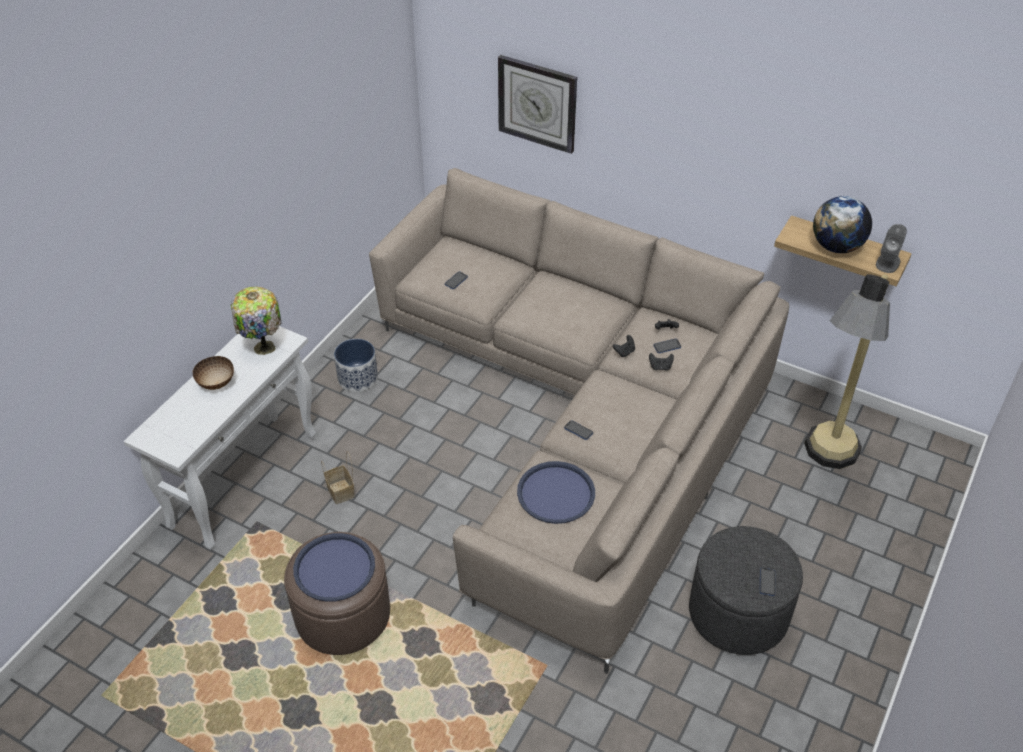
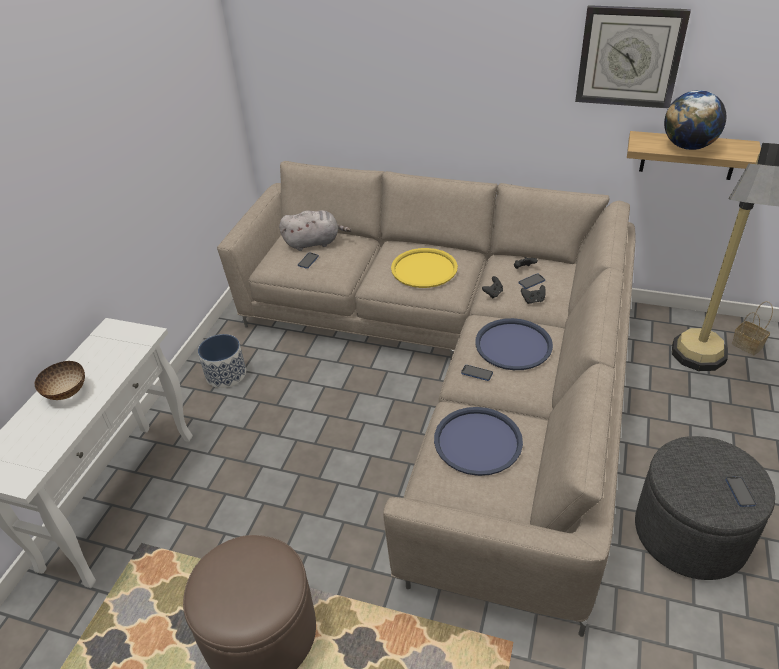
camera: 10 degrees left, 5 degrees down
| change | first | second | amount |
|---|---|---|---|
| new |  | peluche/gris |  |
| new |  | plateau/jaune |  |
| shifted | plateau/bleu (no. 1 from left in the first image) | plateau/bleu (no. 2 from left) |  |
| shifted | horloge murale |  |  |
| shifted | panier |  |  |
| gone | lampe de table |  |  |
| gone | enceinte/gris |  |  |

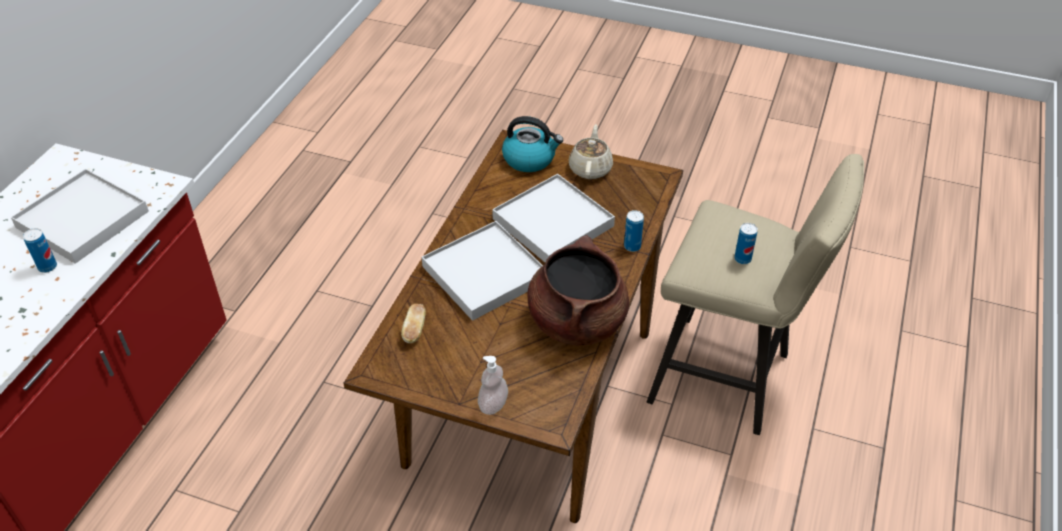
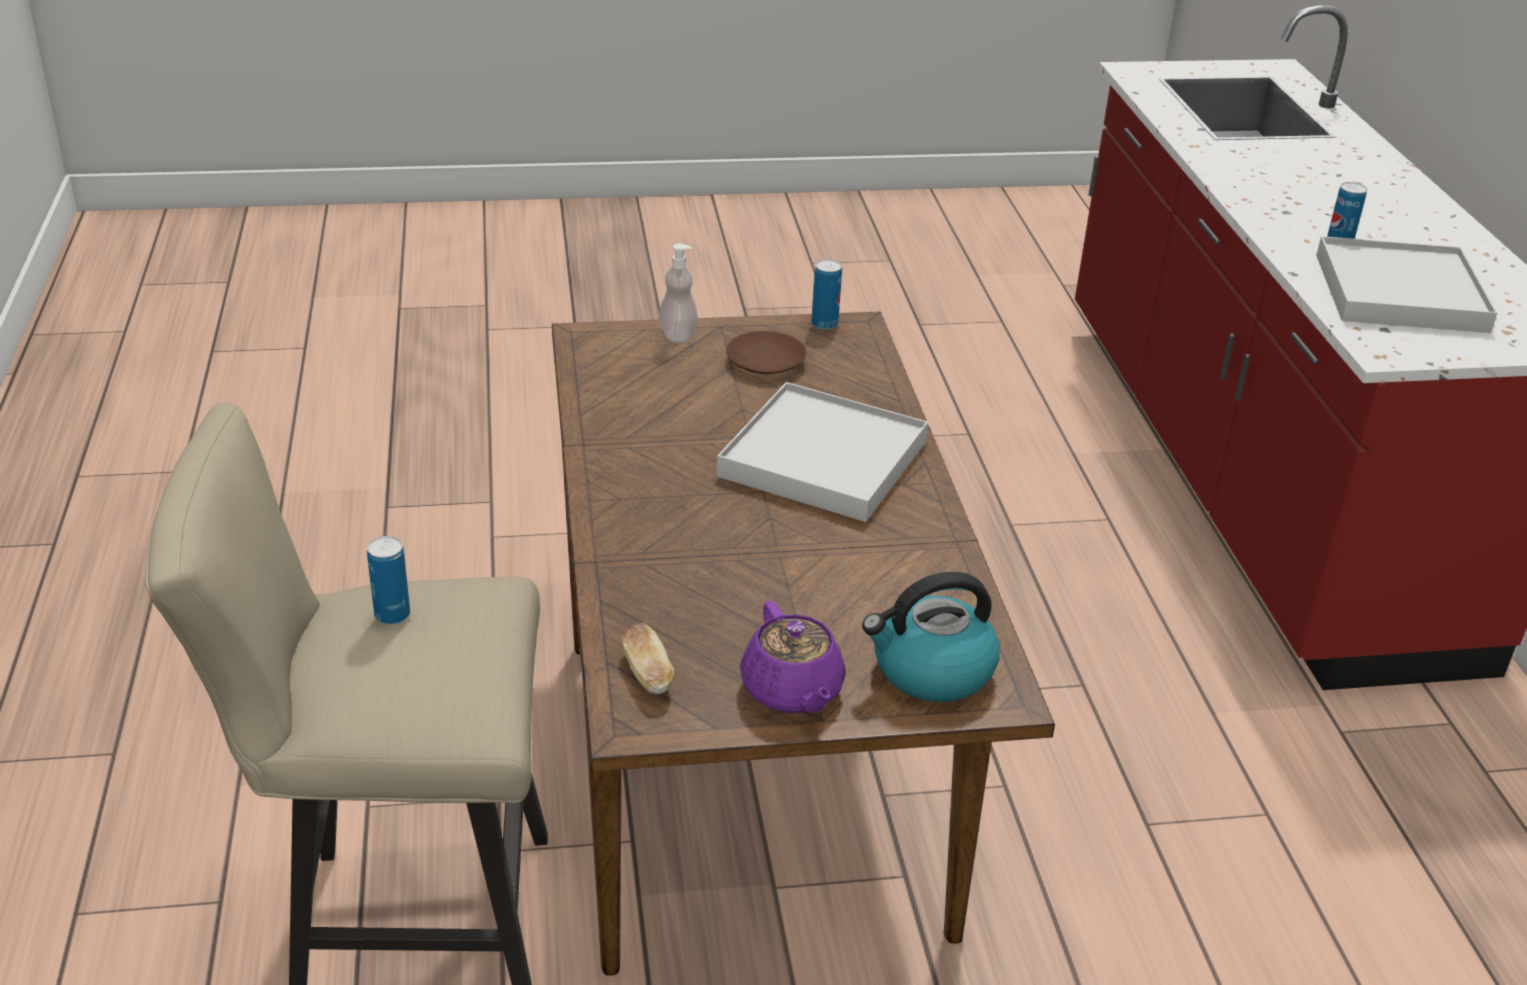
camera: 150 degrees right, 10 degrees down
| change | first | second | amount |
|---|---|---|---|
| shifted | pain |  |  |
| new |  | assiette/marron |  |
| repainted | théière/beige | théière/violet |  |
| shifted | boîte métallique (no. 2 from left) |  |  |
| gone | plateau/blanc (no. 3 from left) |  |  |
| gone | marmite/marron |  |  |

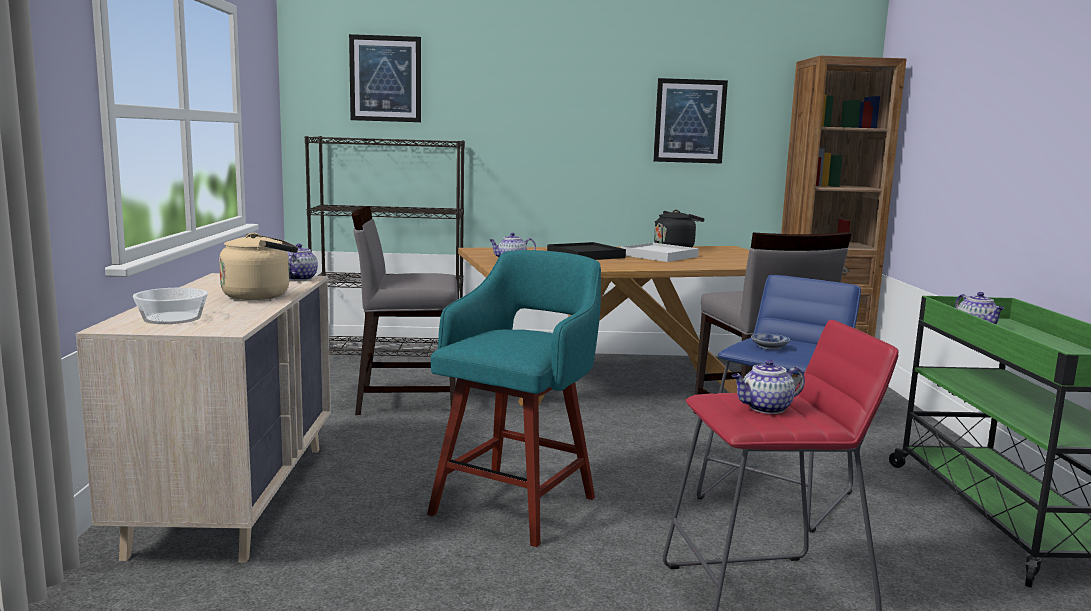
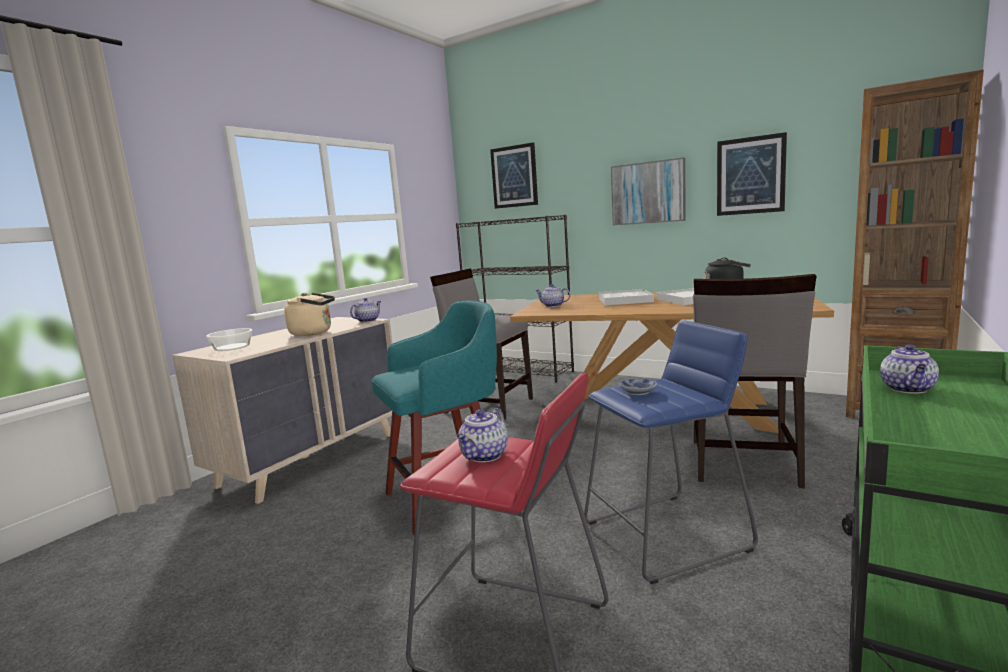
camera: 35 degrees right, 0 degrees up
| change | first | second | amount |
|---|---|---|---|
| rotated | théière (no. 3 from left in the first image) | théière (no. 2 from left) | 75 degrees counterclockwise |
| repainted | plateau/noir | plateau/blanc (no. 1 from left) |  |
| new |  | tableau (no. 2 from left) |  |

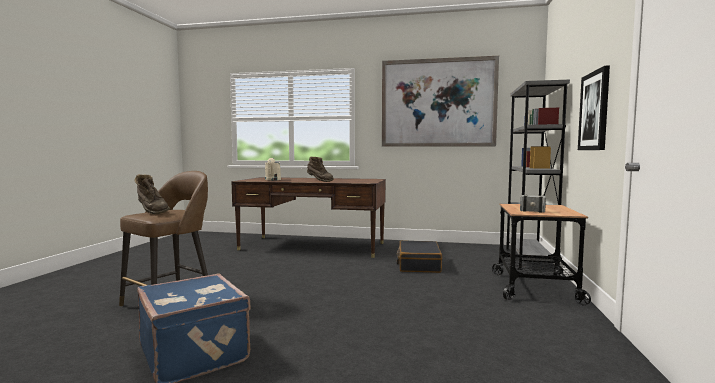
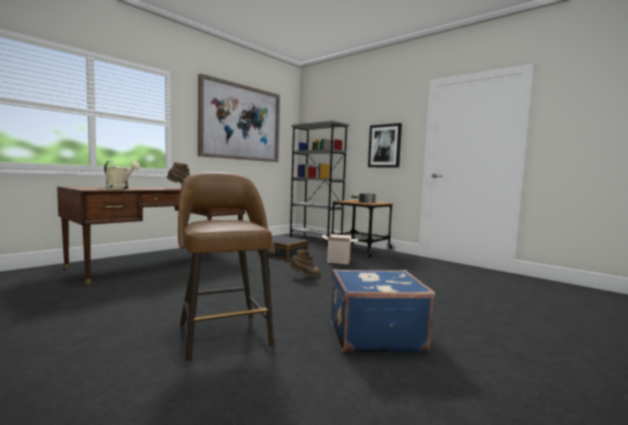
camera: 60 degrees left, 0 degrees up
| change | first | second | amount |
|---|---|---|---|
| shifted | botte/marron (no. 1 from left in the first image) | botte/marron (no. 2 from left) |  |
| new |  | carton |  |

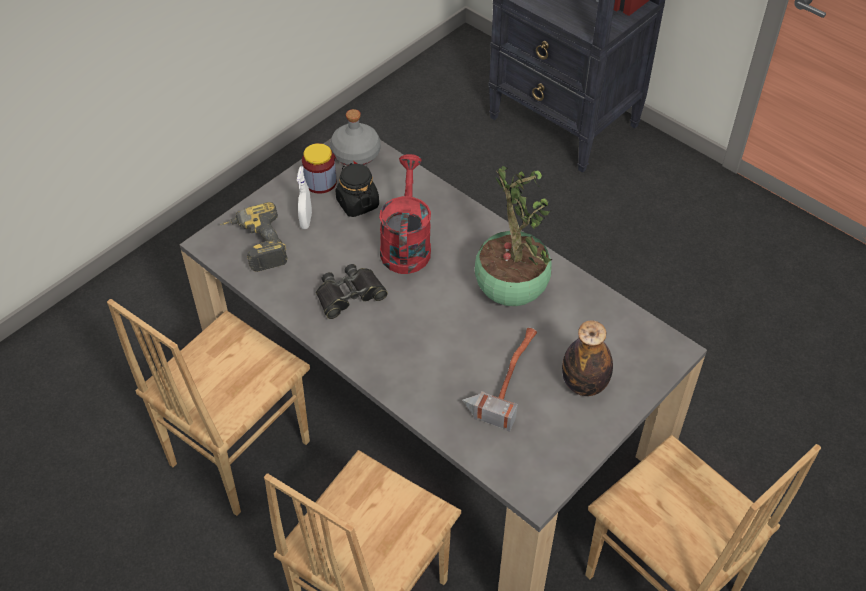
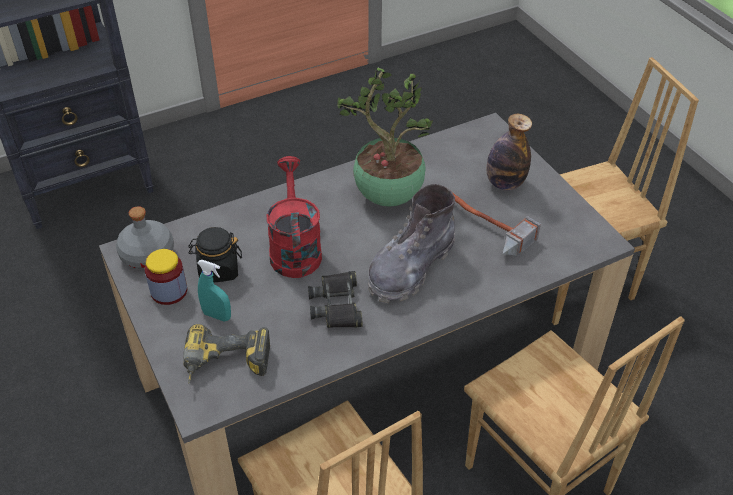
camera: 70 degrees left, 5 degrees down
| change | first | second | amount |
|---|---|---|---|
| repainted | vaporisateur/blanc | vaporisateur/turquoise |  |
| rotated | arrosoir/rouge |  | 60 degrees clockwise |
| new |  | botte/gris |  |

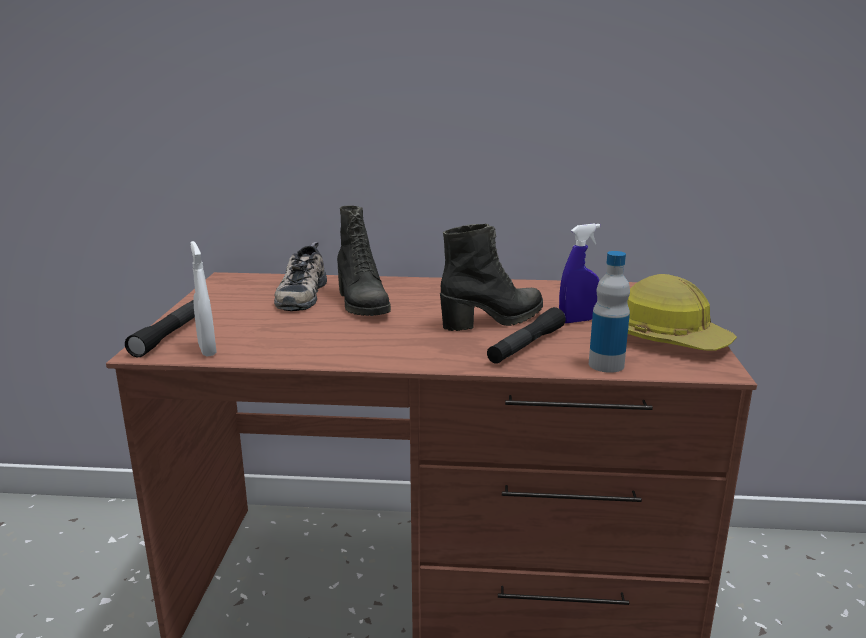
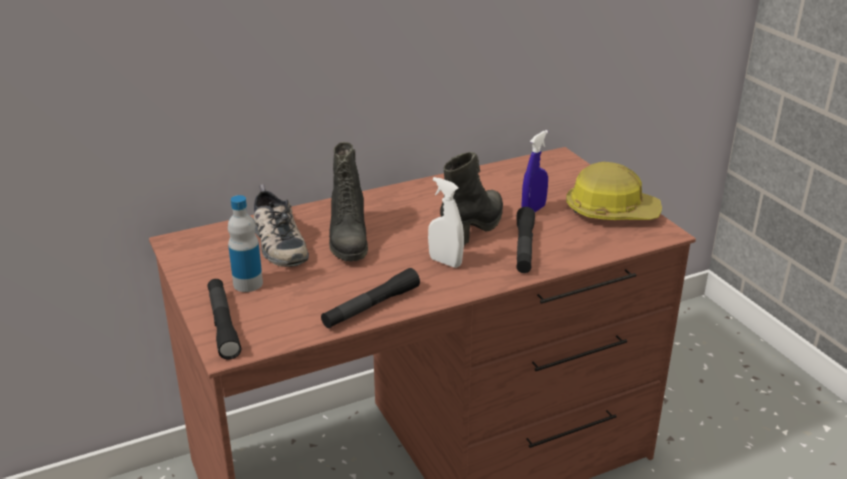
camera: 30 degrees left, 10 degrees up
| change | first | second | amount |
|---|---|---|---|
| shifted | bouteille |  |  |
| new |  | lampe de poche/noir (no. 2 from left) |  |
| rotated | botte/noir (no. 1 from left) |  | 45 degrees clockwise |
| shifted | vaporisateur/blanc |  |  |

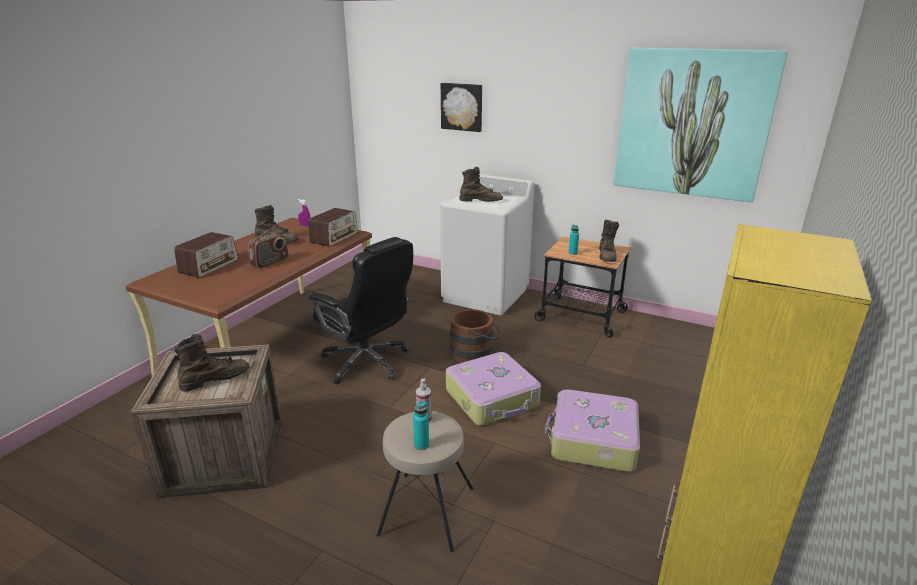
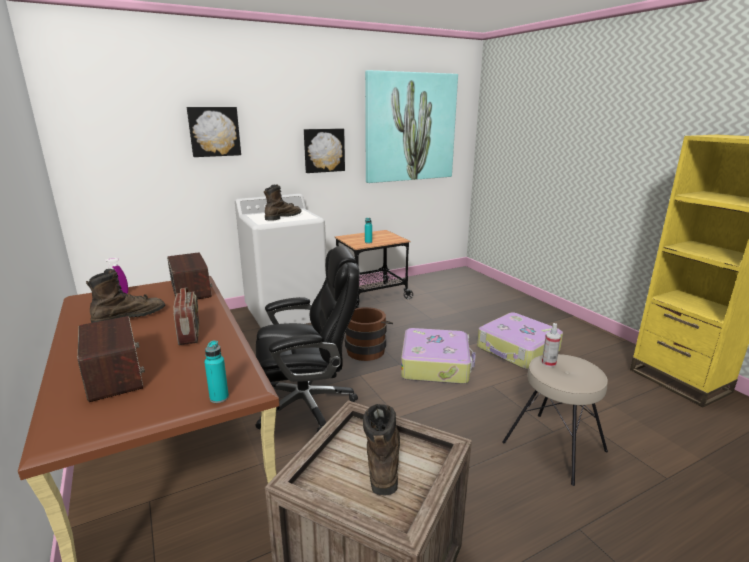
camera: 55 degrees left, 5 degrees down
| change | first | second | amount |
|---|---|---|---|
| shifted | bouteille/turquoise (no. 1 from left) |  |  |
| new |  | tableau (no. 2 from left) |  |
| gone | botte/marron (no. 4 from left) |  |  |

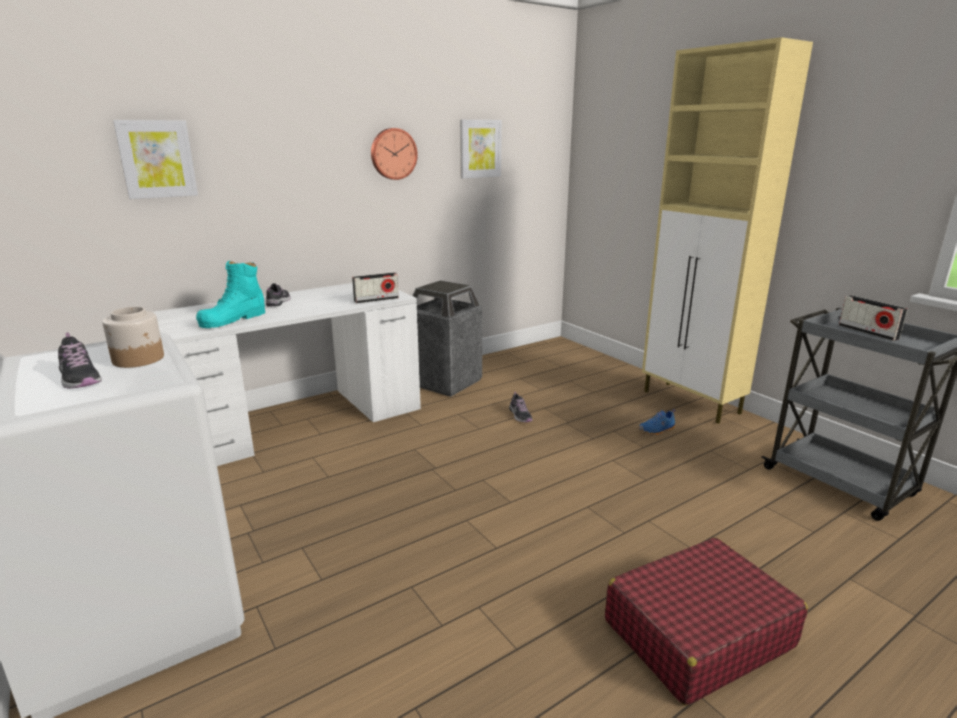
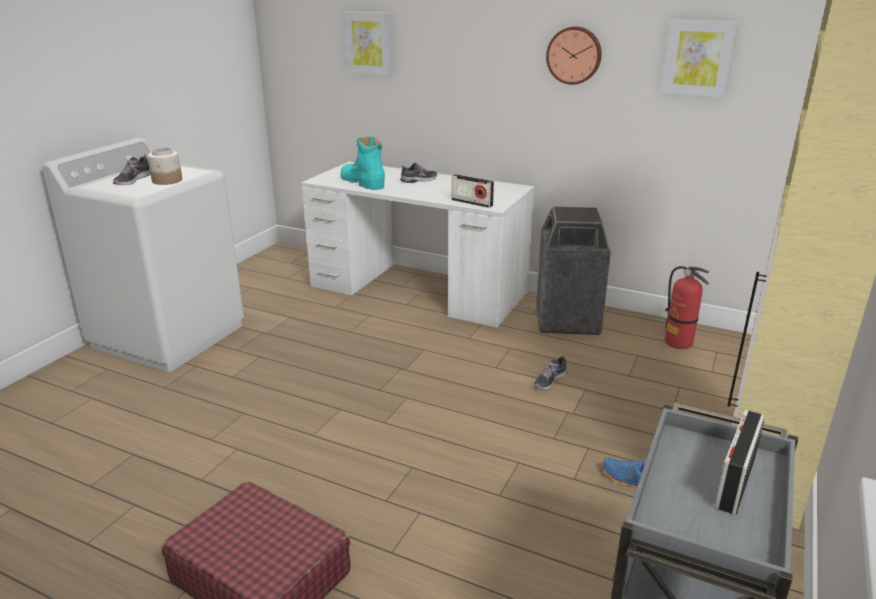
camera: 60 degrees right, 5 degrees up
| change | first | second | amount |
|---|---|---|---|
| rotated | botte/turquoise |  | 45 degrees clockwise |
| new |  | extincteur |  |

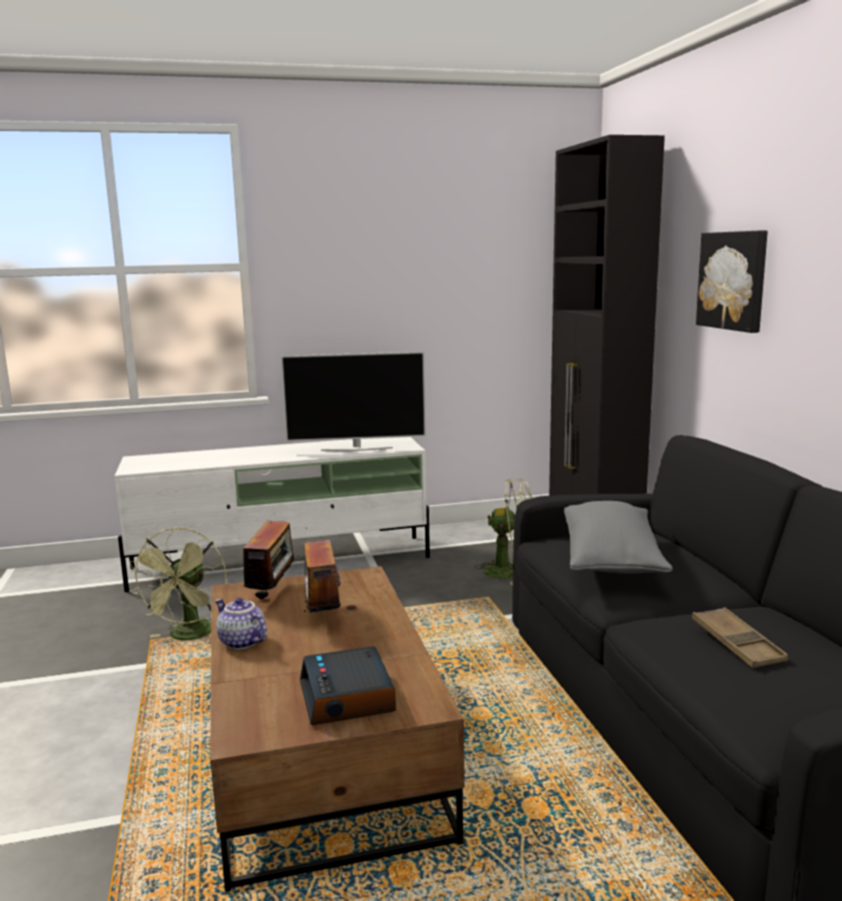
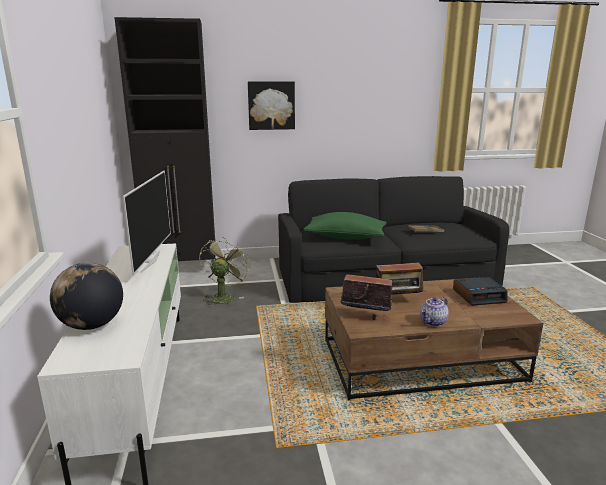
camera: 85 degrees left, 5 degrees up
| change | first | second | amount |
|---|---|---|---|
| new |  | globe |  |
| repainted | coussin/gris | coussin/vert |  |
| gone | ventilateur/vert (no. 1 from left) |  |  |

